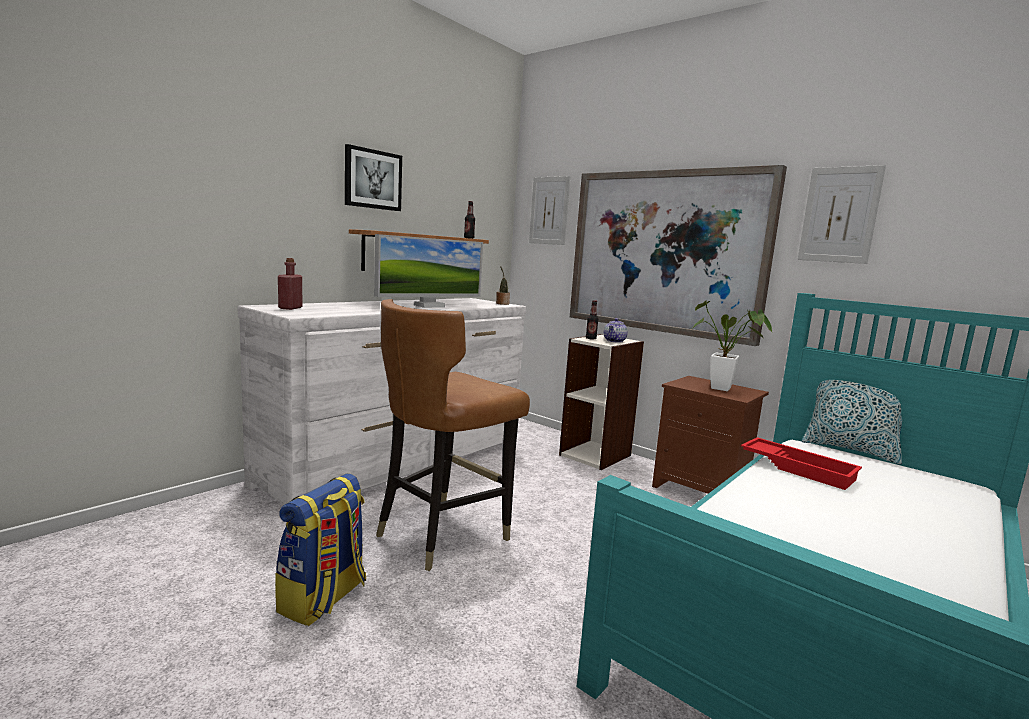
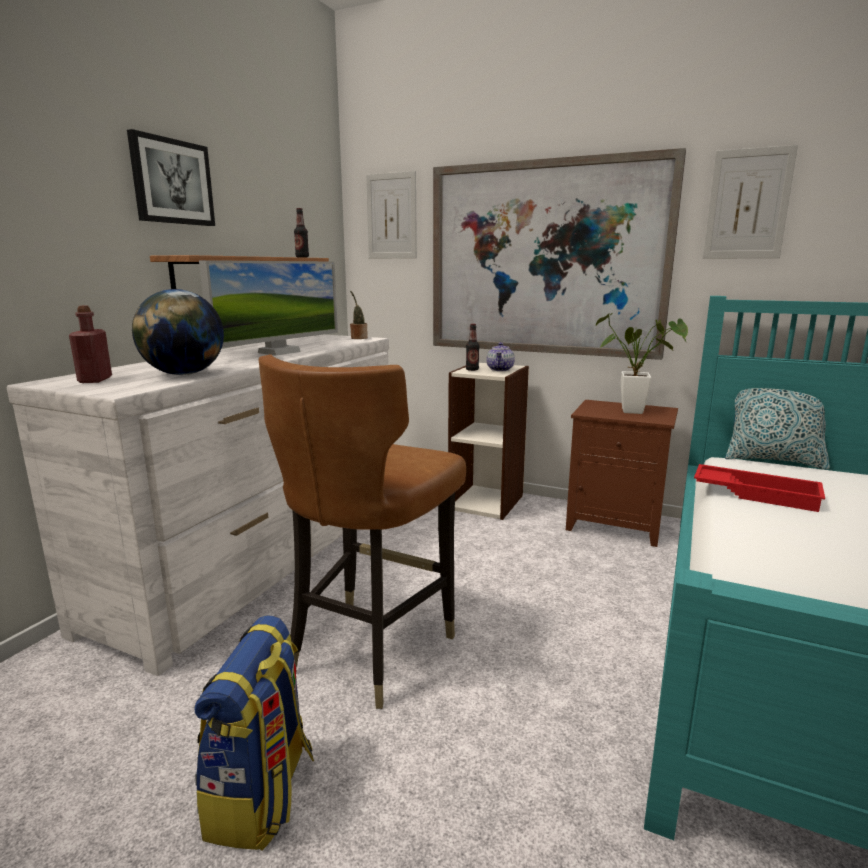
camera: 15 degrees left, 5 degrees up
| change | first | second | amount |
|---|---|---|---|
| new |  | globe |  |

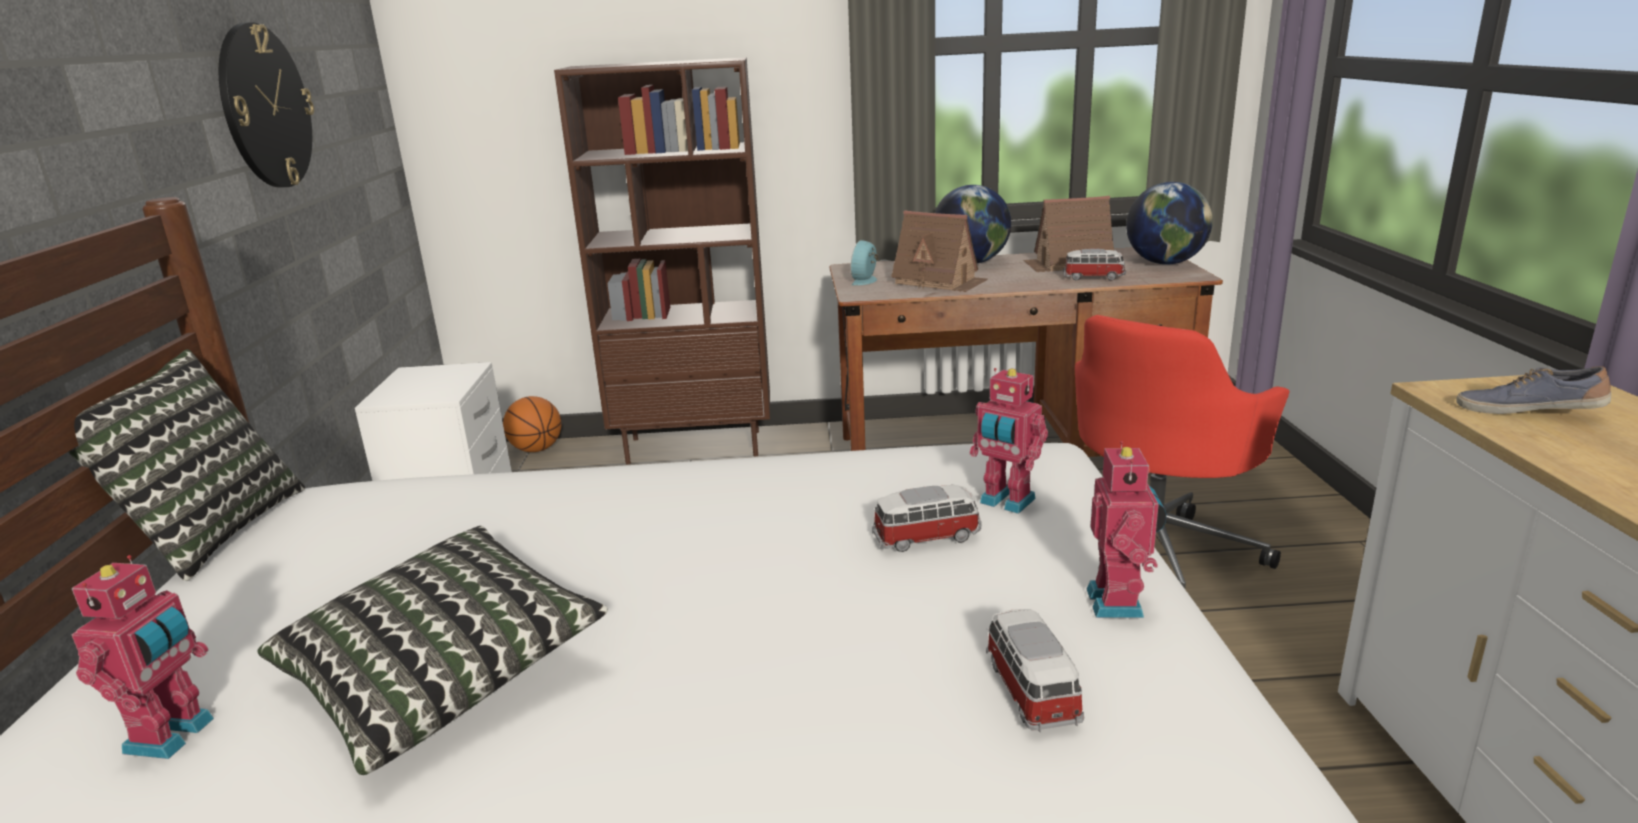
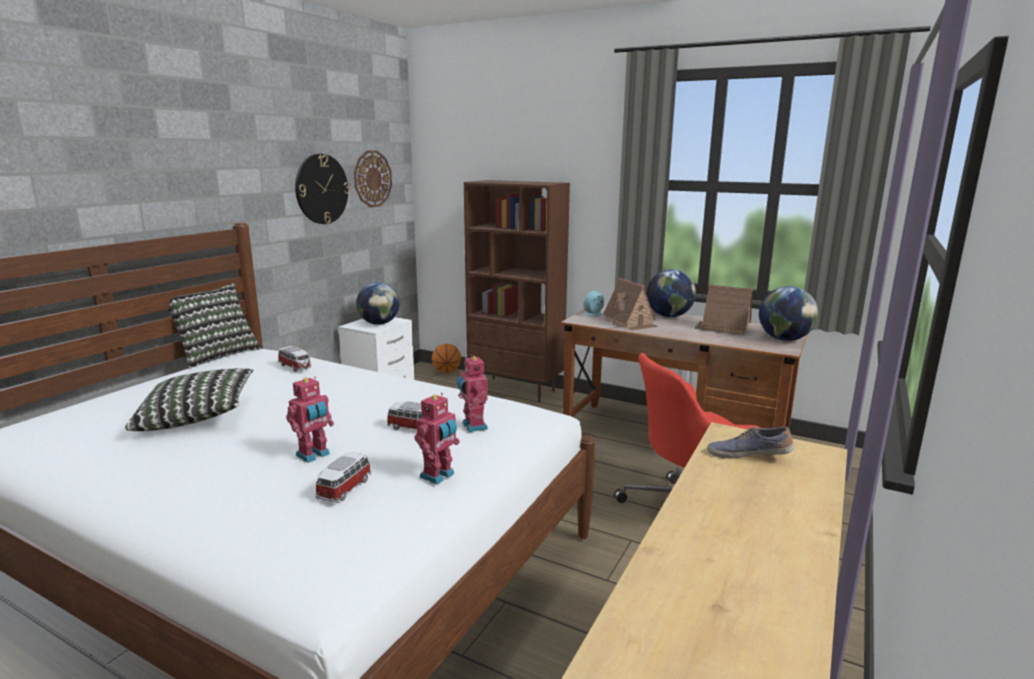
camera: 30 degrees right, 5 degrees down
| change | first | second | amount |
|---|---|---|---|
| shifted | petite voiture (no. 3 from left in the first image) | petite voiture (no. 1 from left) |  |
| shifted | robot jouet (no. 1 from left) |  |  |
| new |  | horloge murale (no. 2 from left) |  |
| new |  | globe (no. 1 from left) |  |
| rotated | chaussure |  | 45 degrees counterclockwise |

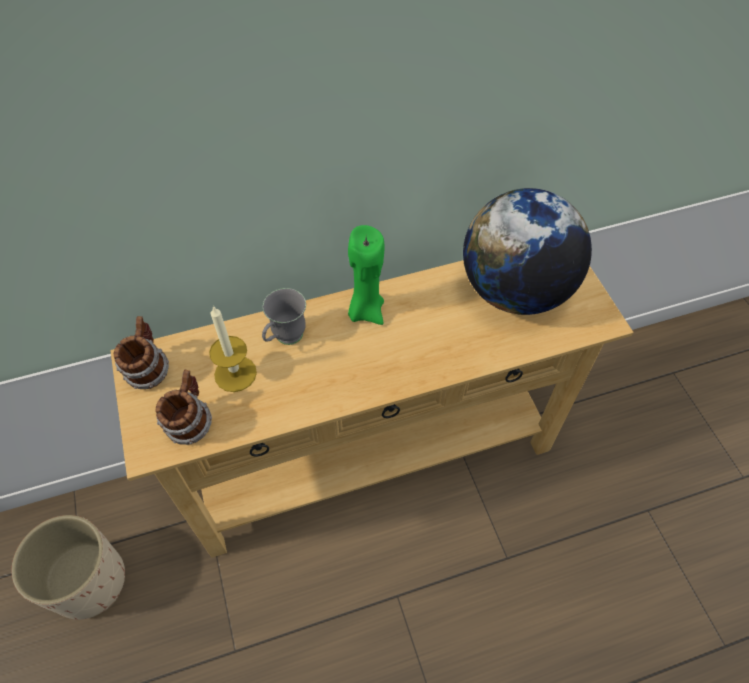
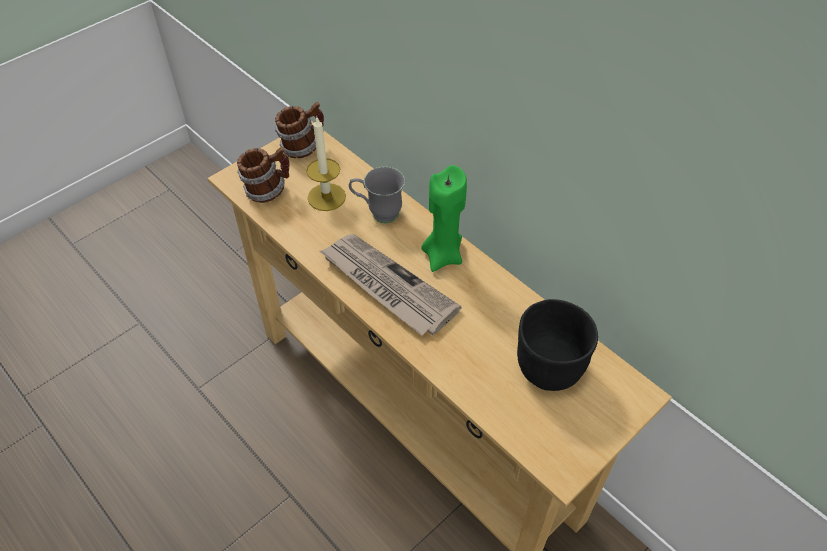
camera: 65 degrees right, 5 degrees down
| change | first | second | amount |
|---|---|---|---|
| new |  | journal |  |
| swapped | globe | bol/noir |  |
| gone | cache-pot/beige |  |  |

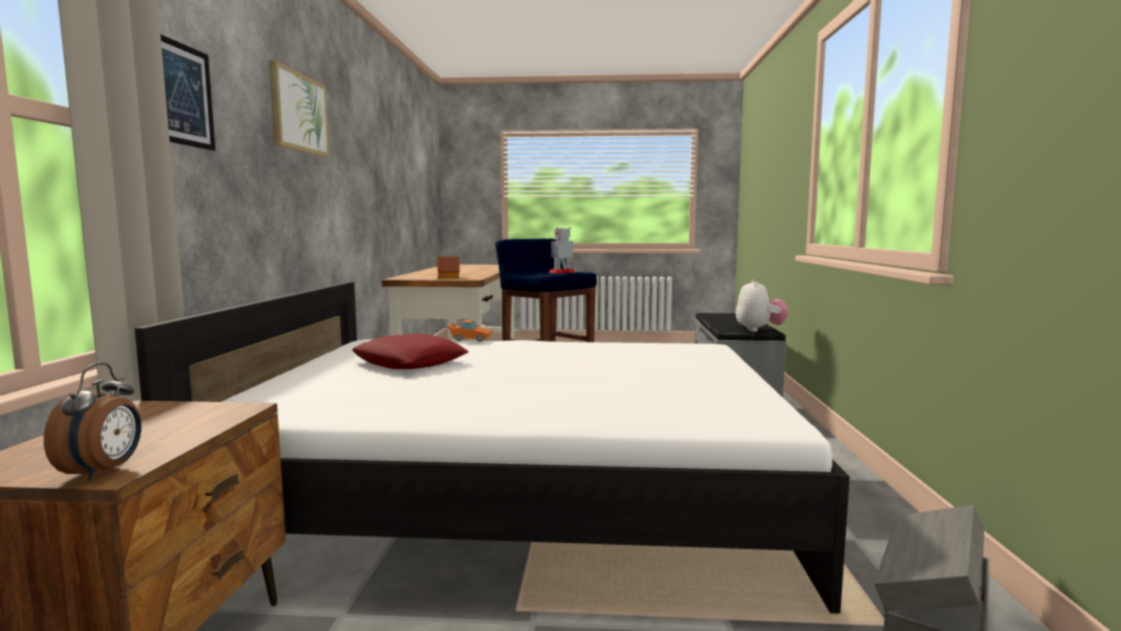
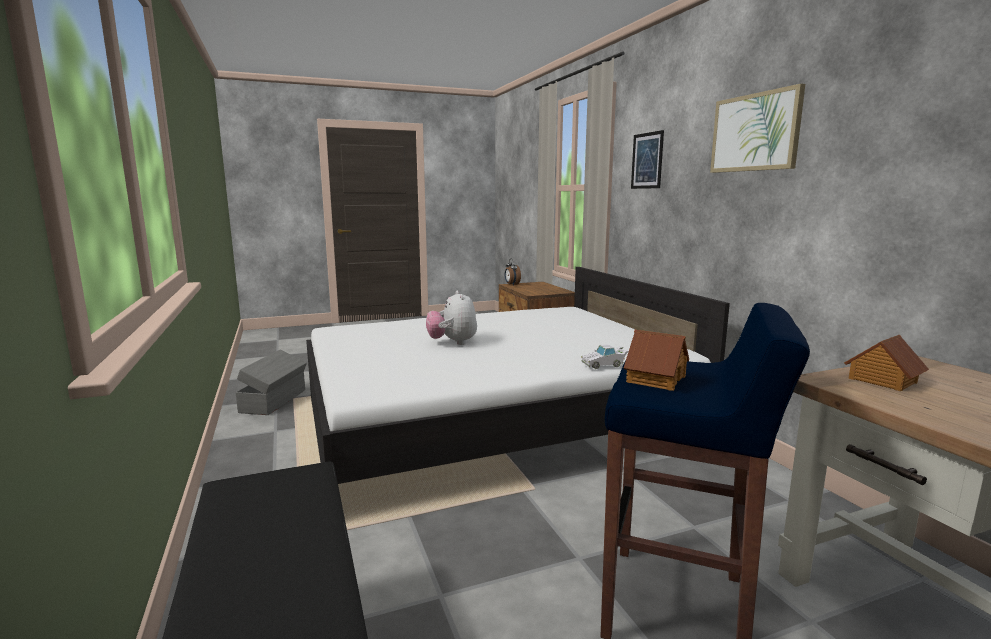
camera: 155 degrees right, 5 degrees up
| change | first | second | amount |
|---|---|---|---|
| shifted | peluche |  |  |
| repainted | petite voiture/orange | petite voiture/blanc |  |
| swapped | robot jouet | maison miniature (no. 1 from left) |  |
| gone | coussin/rouge |  |  |

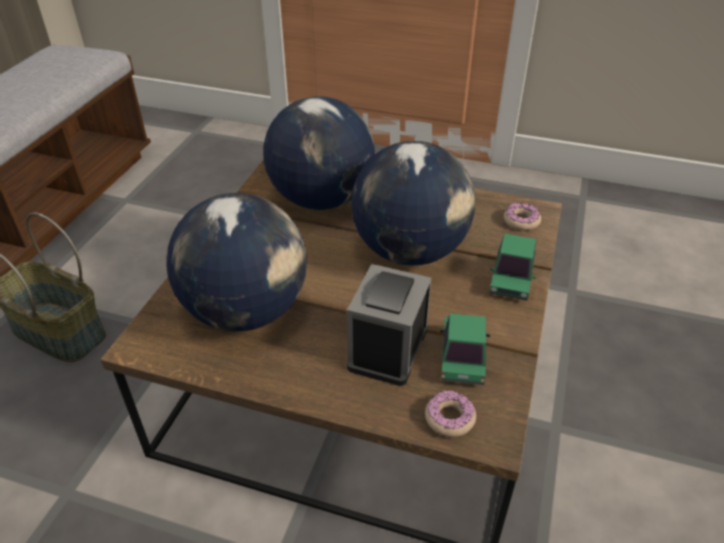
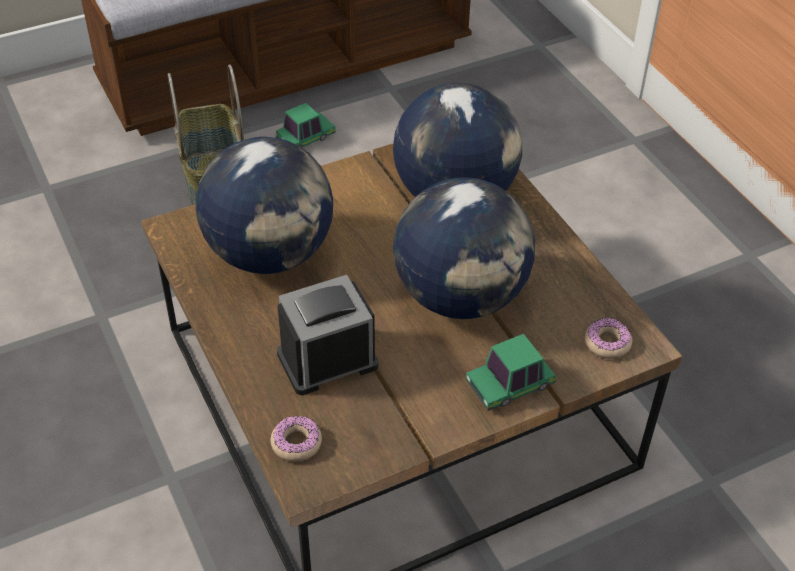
camera: 45 degrees right, 5 degrees up
| change | first | second | amount |
|---|---|---|---|
| shifted | petite voiture (no. 1 from left) |  |  |

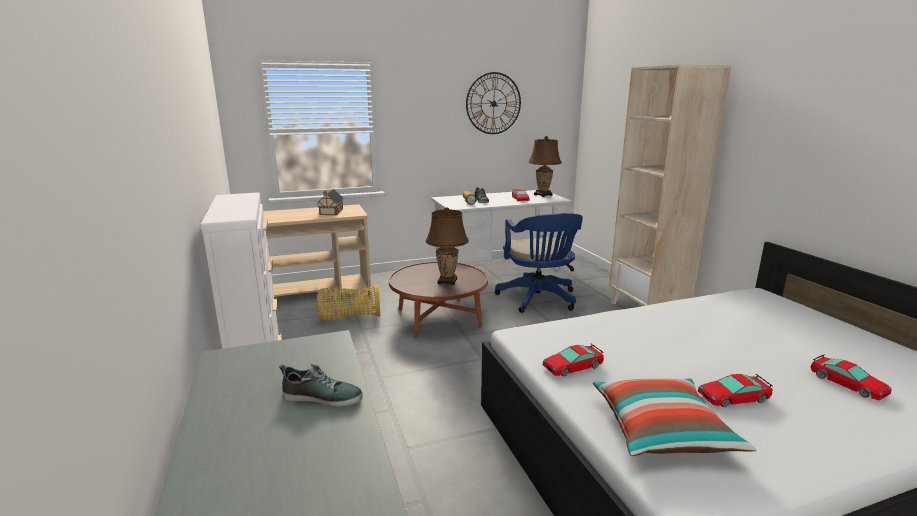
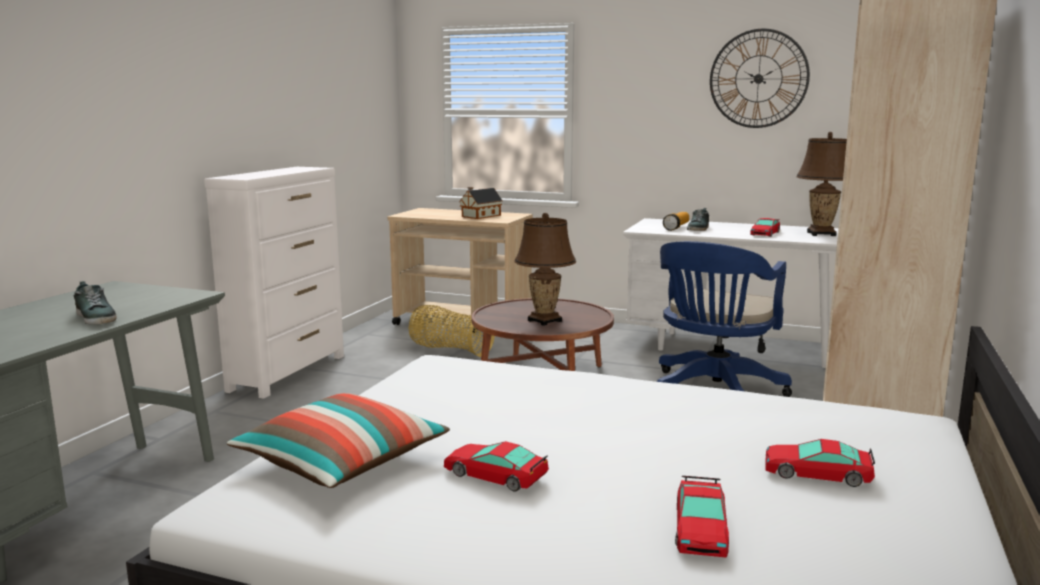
camera: 40 degrees right, 5 degrees down
| change | first | second | amount |
|---|---|---|---|
| shifted | petite voiture (no. 2 from left in the first image) | petite voiture (no. 4 from left) |  |

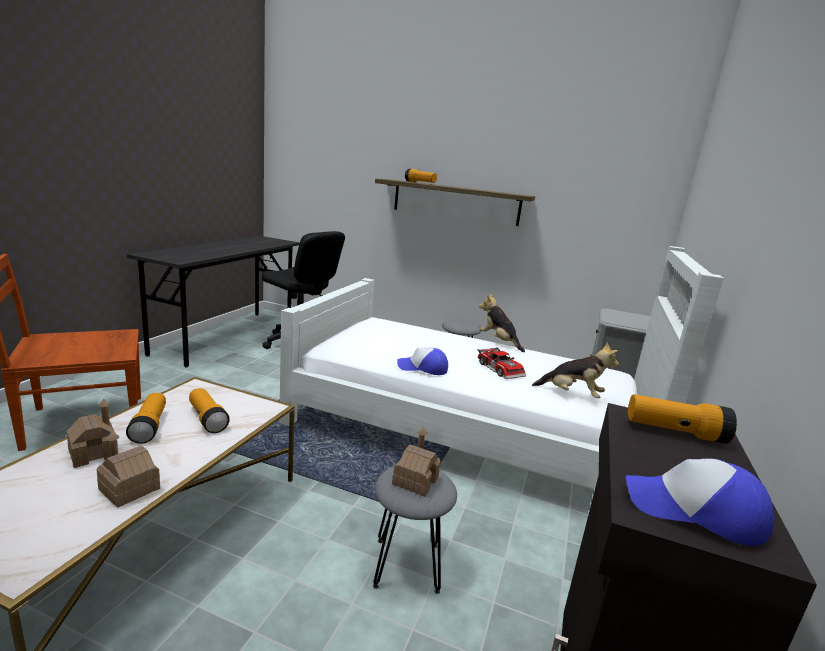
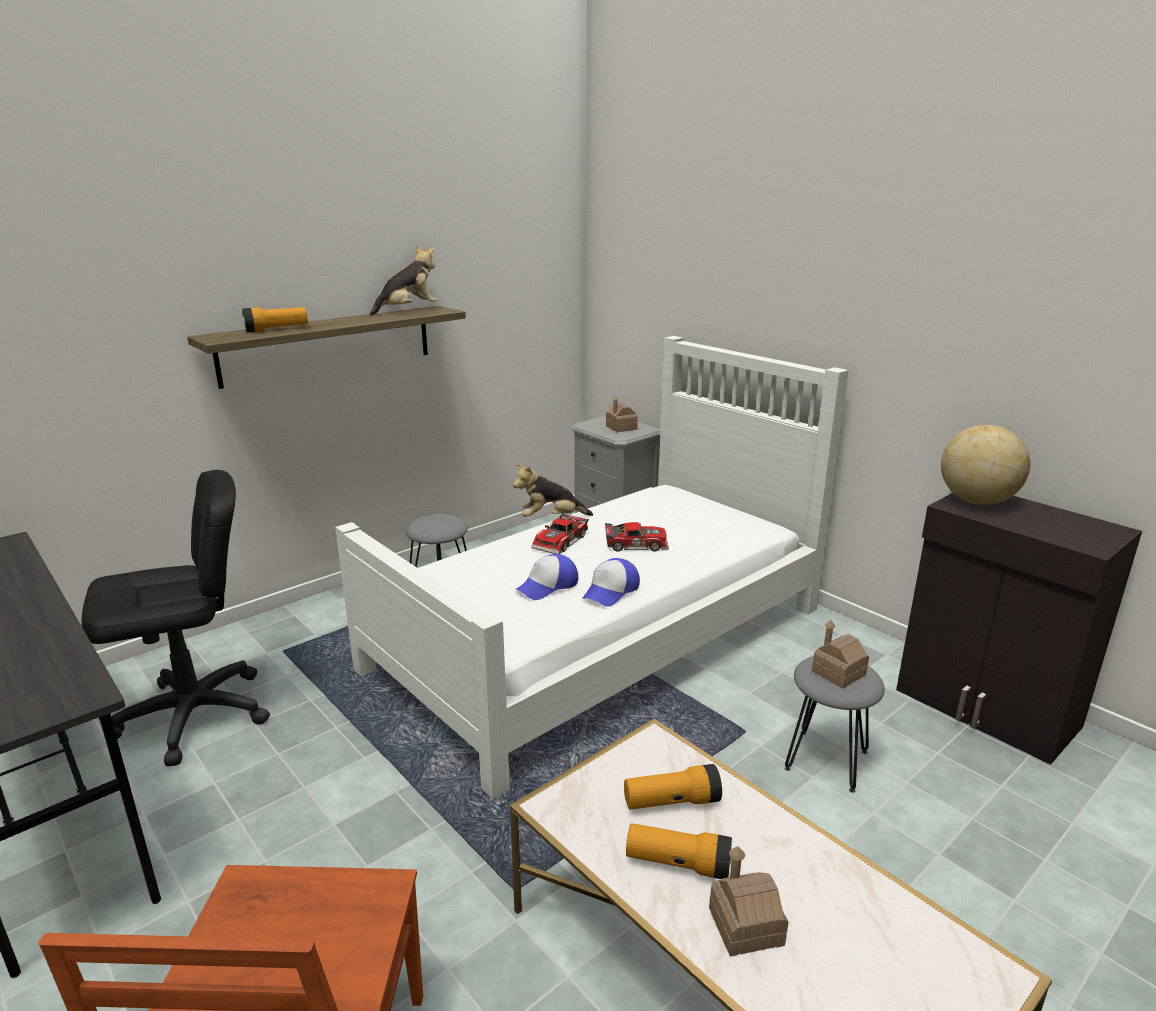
camera: 60 degrees left, 5 degrees up
| change | first | second | amount |
|---|---|---|---|
| shifted | peluche (no. 2 from left in the first image) | peluche (no. 1 from left) |  |
| shifted | casquette (no. 2 from left in the first image) | casquette (no. 1 from left) |  |
| new |  | petite voiture (no. 1 from left) |  |
| shifted | maison miniature (no. 2 from left in the first image) | maison miniature (no. 1 from left) |  |
| swapped | lampe de poche (no. 4 from left) | globe |  |

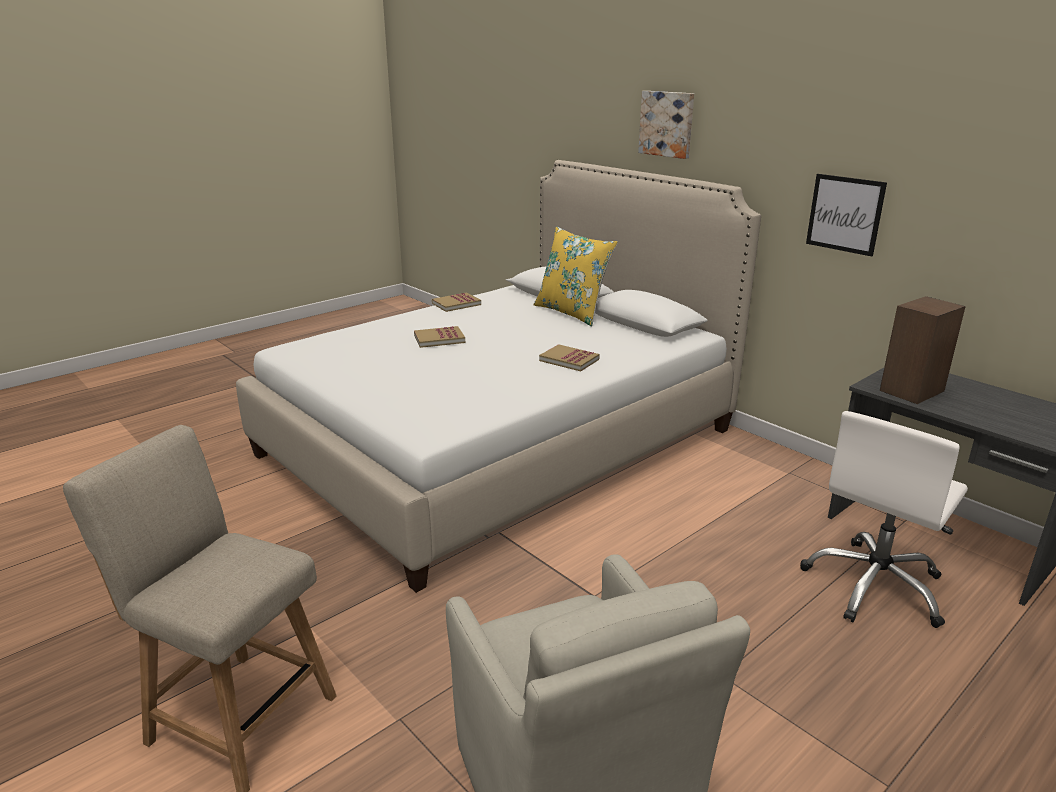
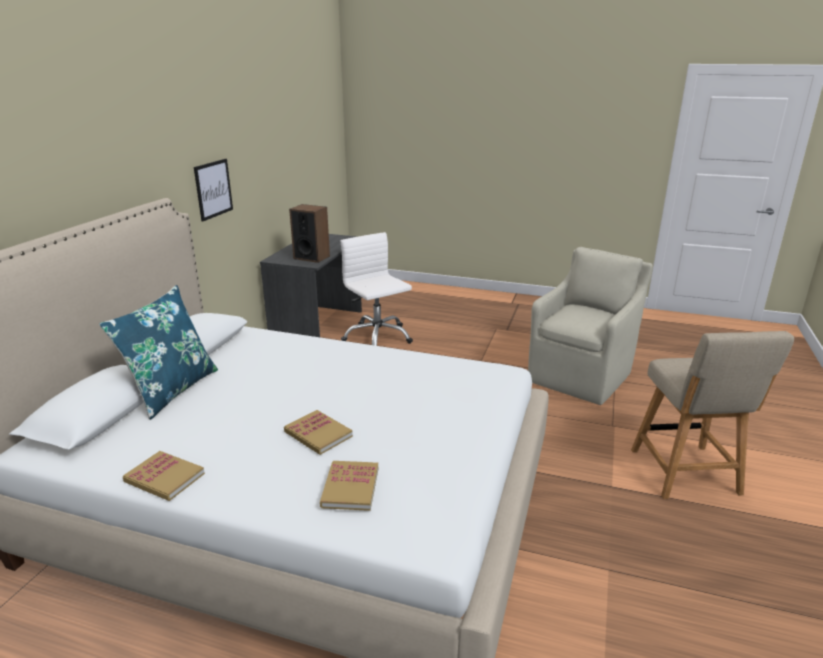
camera: 120 degrees left, 0 degrees up
| change | first | second | amount |
|---|---|---|---|
| repainted | coussin/jaune | coussin/bleu |  |
| shifted | livre (no. 3 from left) |  |  |
| rotated | chaise de bureau/blanc |  | 135 degrees counterclockwise |
| gone | tableau (no. 1 from left) |  |  |

